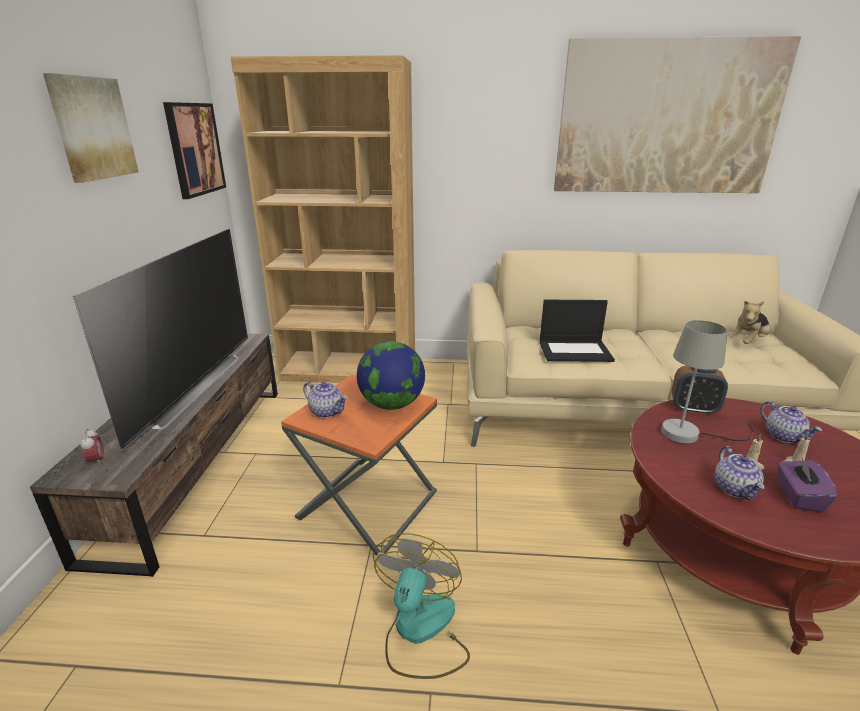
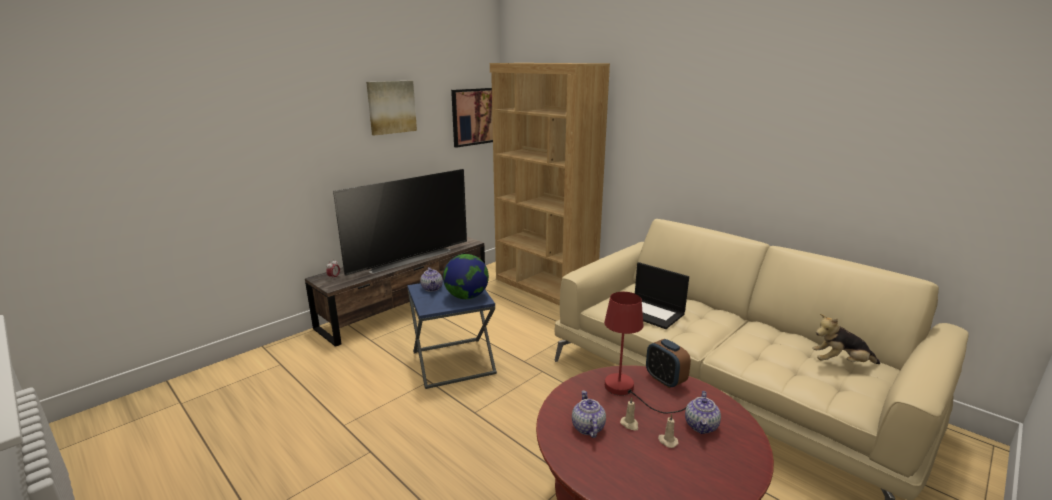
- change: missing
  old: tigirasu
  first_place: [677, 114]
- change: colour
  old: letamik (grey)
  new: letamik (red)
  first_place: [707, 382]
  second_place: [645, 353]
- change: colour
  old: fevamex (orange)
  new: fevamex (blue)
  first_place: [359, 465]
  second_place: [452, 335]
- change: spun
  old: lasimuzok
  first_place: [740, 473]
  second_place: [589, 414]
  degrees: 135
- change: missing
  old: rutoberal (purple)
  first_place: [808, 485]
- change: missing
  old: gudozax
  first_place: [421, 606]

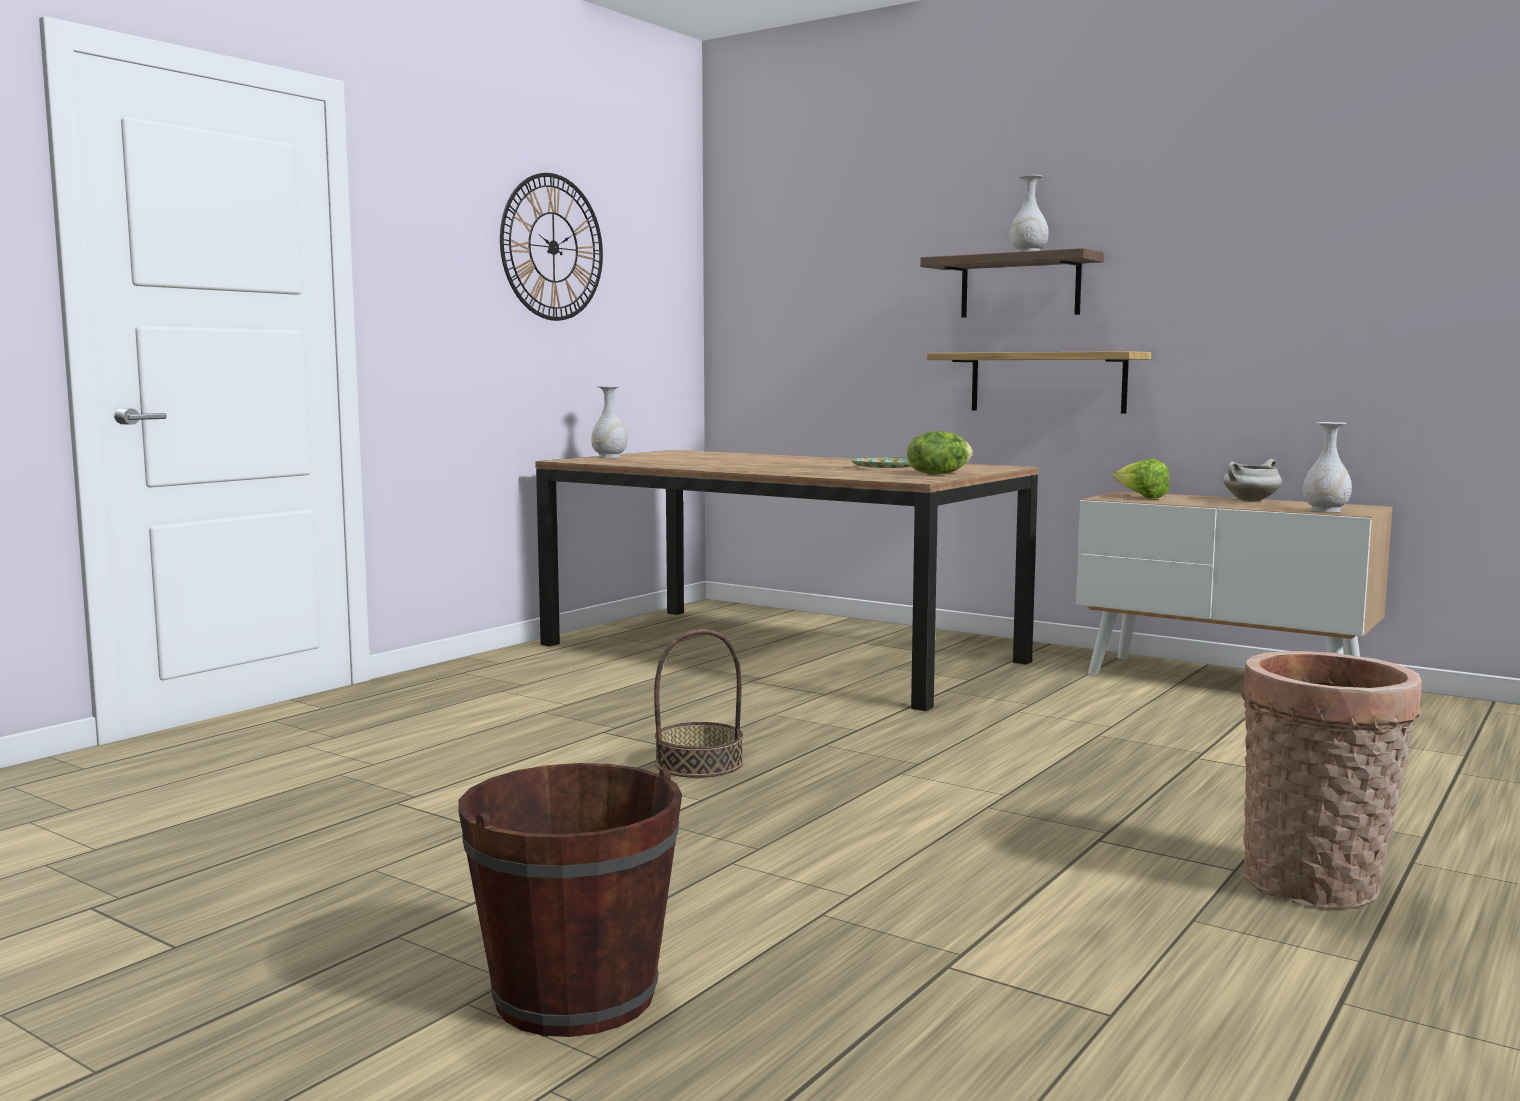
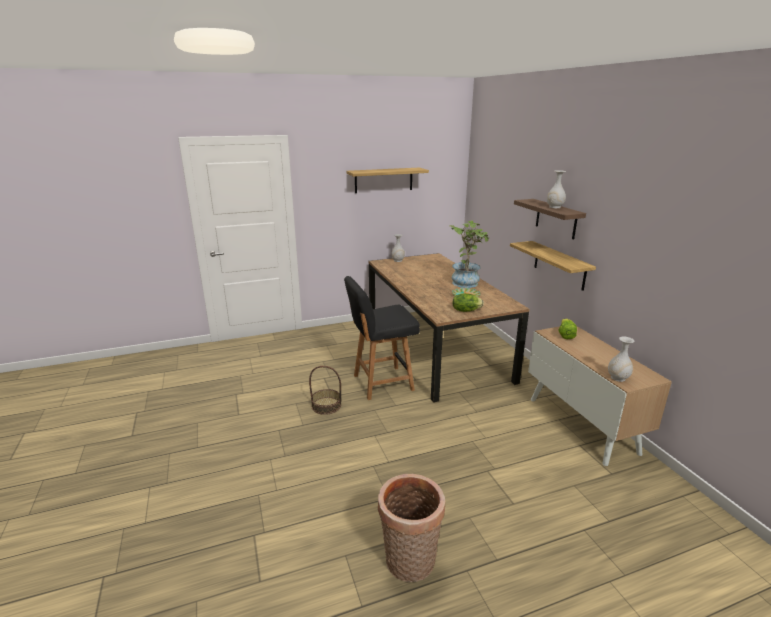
- change: exchanged
  old: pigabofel
  new: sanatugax
  first_place: [551, 247]
  second_place: [387, 180]
- change: missing
  old: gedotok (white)
  first_place: [1252, 480]
- change: missing
  old: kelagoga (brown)
  first_place: [570, 900]
- change: appeared
  new: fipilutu
  second_place: [469, 254]
- change: appeared
  new: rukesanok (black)
  second_place: [382, 338]

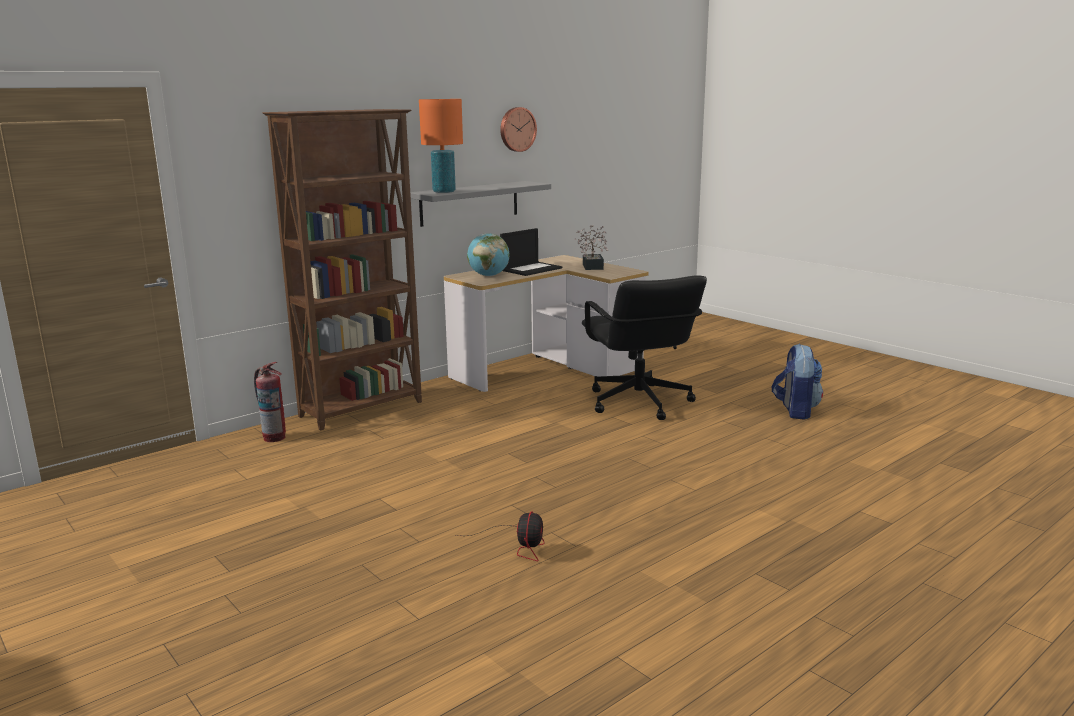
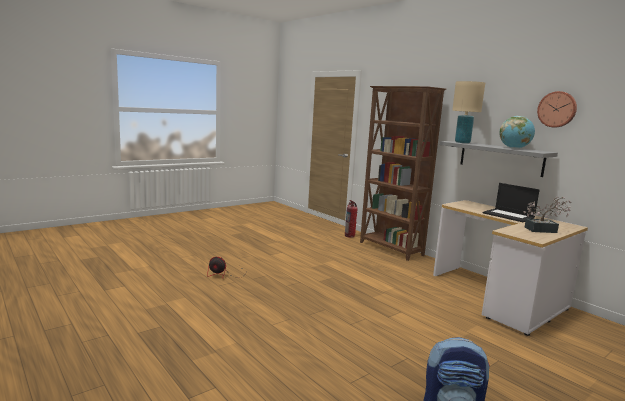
- change: colour
  old: letamik (orange)
  new: letamik (beige)
  first_place: [441, 146]
  second_place: [468, 112]
- change: relocated
  old: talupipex
  first_place: [488, 254]
  second_place: [517, 132]
- change: missing
  old: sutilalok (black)
  first_place: [644, 347]

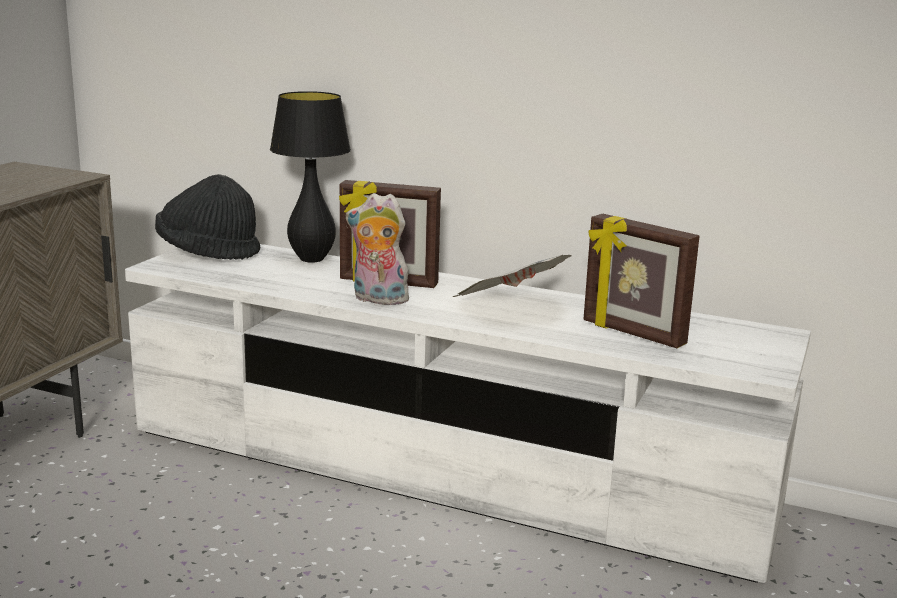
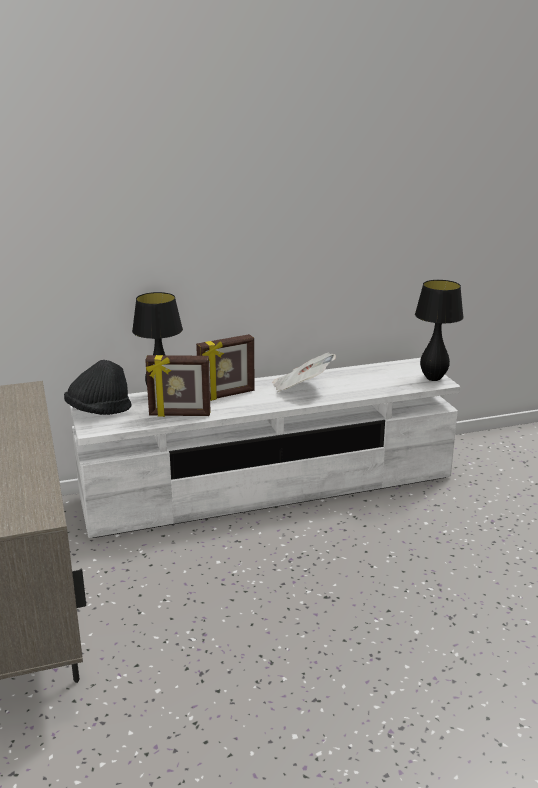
- change: missing
  old: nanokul
  first_place: [379, 249]
- change: relocated
  old: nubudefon
  first_place: [641, 281]
  second_place: [178, 386]
- change: appeared
  new: letamik (black)
  second_place: [439, 330]

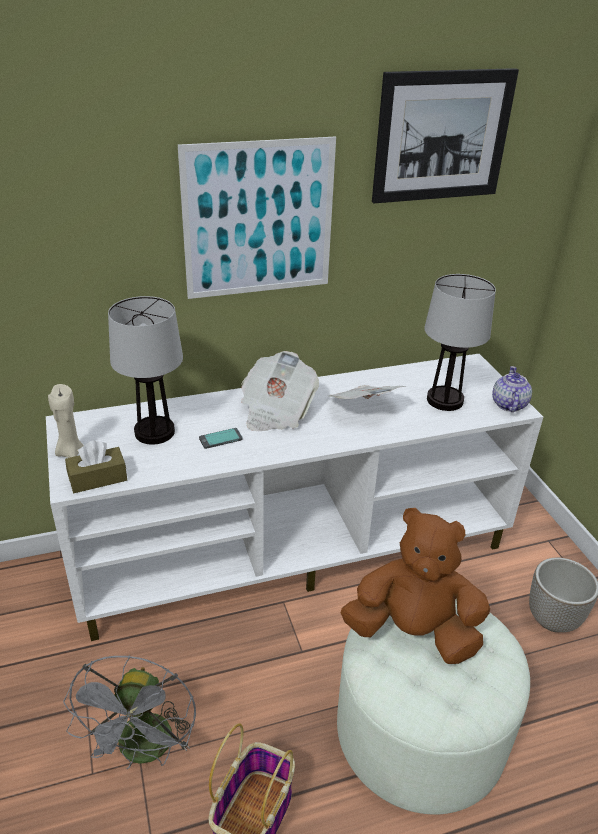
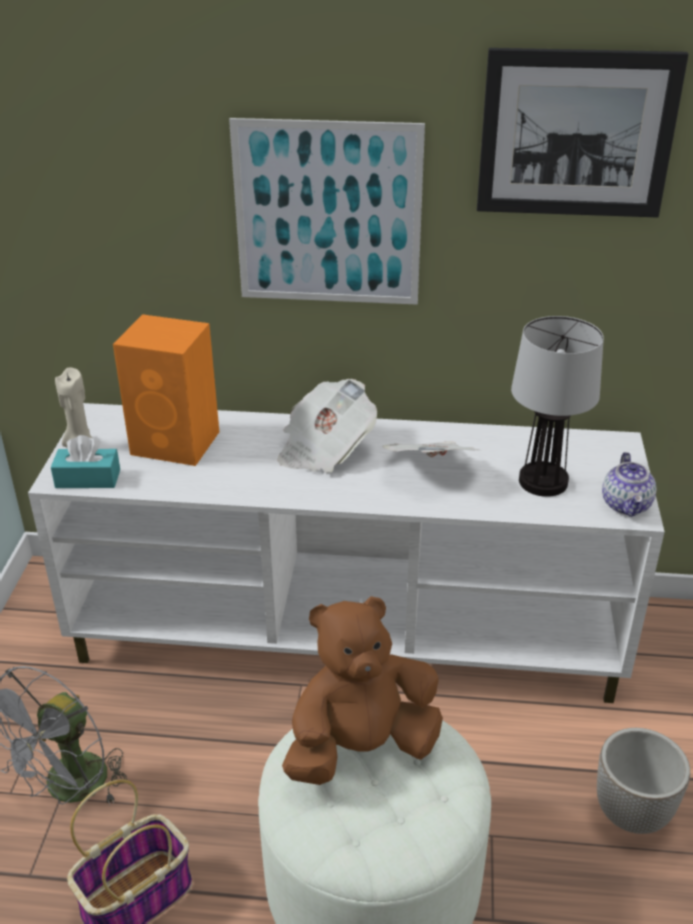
- change: exchanged
  old: letamik
  new: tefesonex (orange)
  first_place: [145, 370]
  second_place: [166, 390]
- change: spun
  old: lasimuzok
  first_place: [512, 389]
  second_place: [629, 484]
  degrees: 150
- change: missing
  old: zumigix
  first_place: [221, 438]
- change: colour
  old: rutoberal (brown)
  new: rutoberal (turquoise)
  first_place: [96, 467]
  second_place: [85, 461]
- change: spun
  old: nanokul (brown)
  first_place: [415, 586]
  second_place: [362, 690]
  degrees: -60

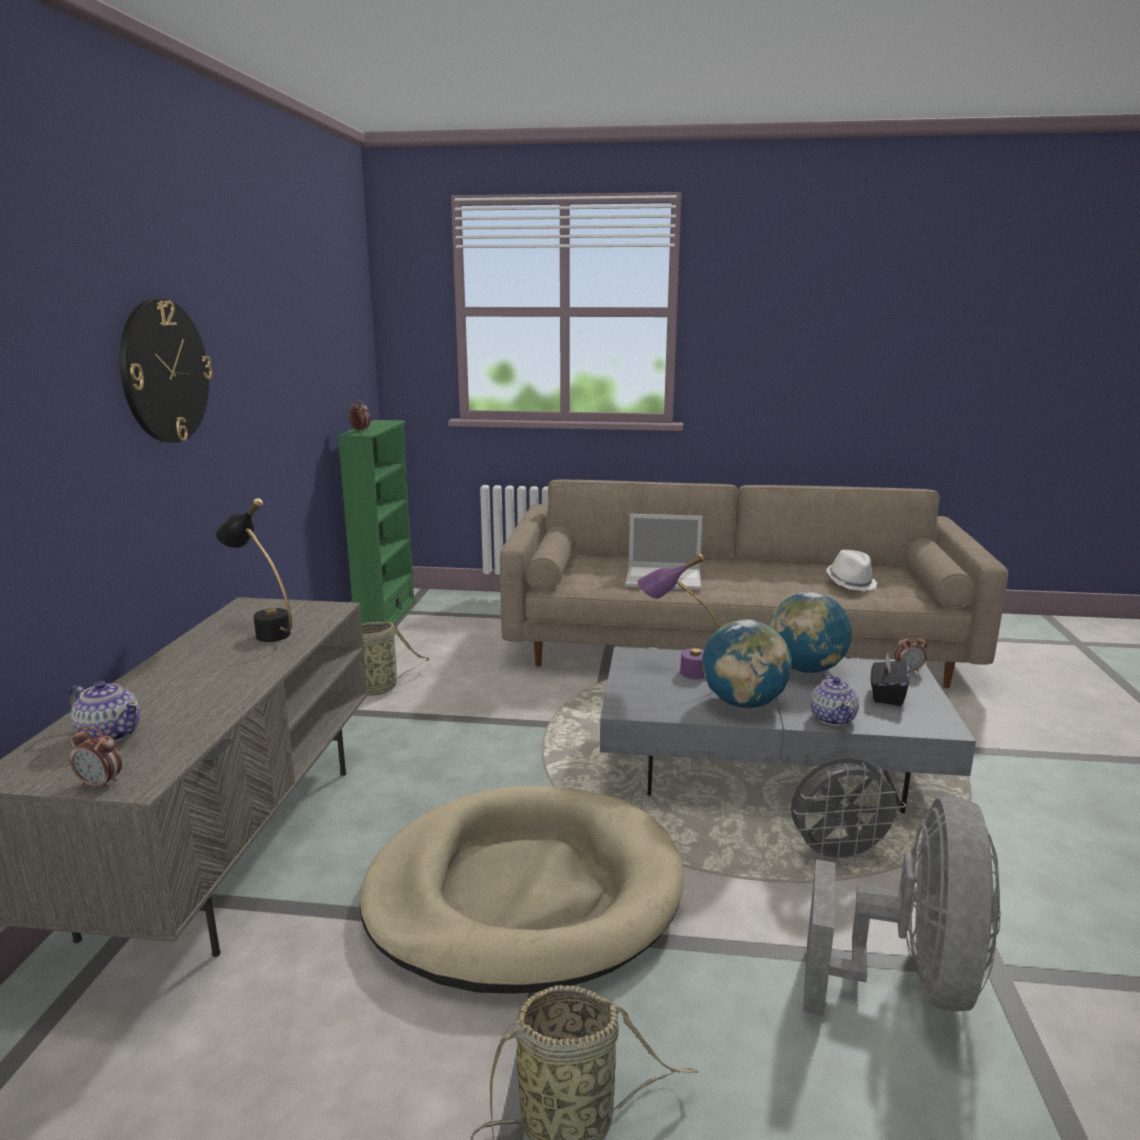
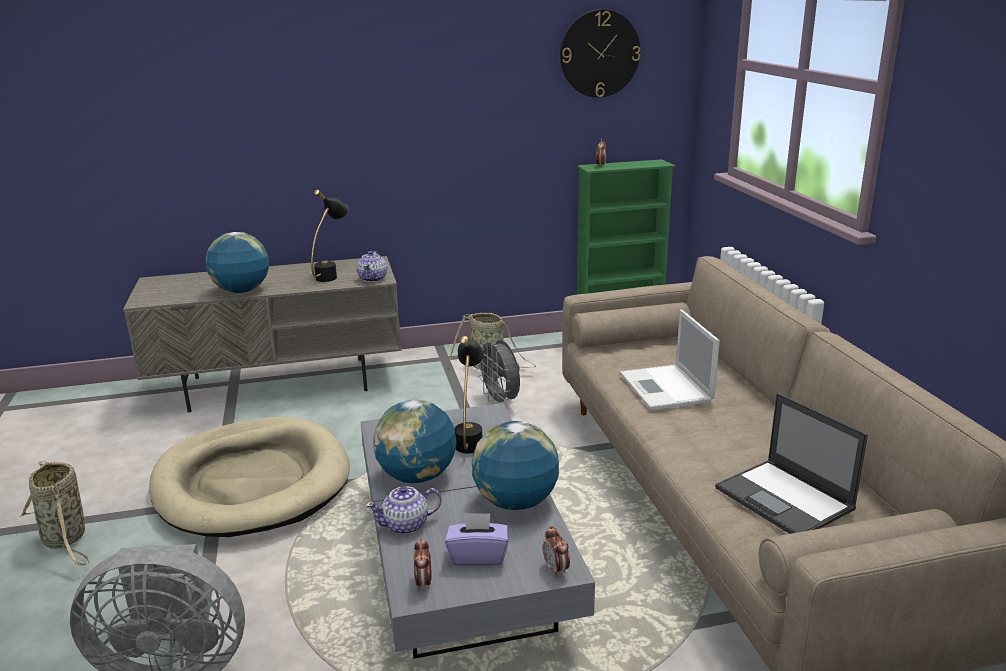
- change: relocated
  old: pigabofel
  first_place: [166, 370]
  second_place: [600, 54]
- change: exchanged
  old: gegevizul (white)
  new: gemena
  first_place: [851, 570]
  second_place: [791, 463]
- change: colour
  old: letamik (purple)
  new: letamik (black)
  first_place: [679, 616]
  second_place: [469, 395]
- change: colour
  old: rutoberal (black)
  new: rutoberal (purple)
  first_place: [890, 679]
  second_place: [476, 539]
- change: relocated
  old: lasimuzok
  first_place: [104, 711]
  second_place: [372, 266]
- change: relocated
  old: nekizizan
  first_place: [96, 758]
  second_place: [423, 564]
- change: relocated
  old: gudozax (grey)
  first_place: [848, 812]
  second_place: [498, 372]
- change: appeared
  new: talupipex
  second_place: [237, 262]

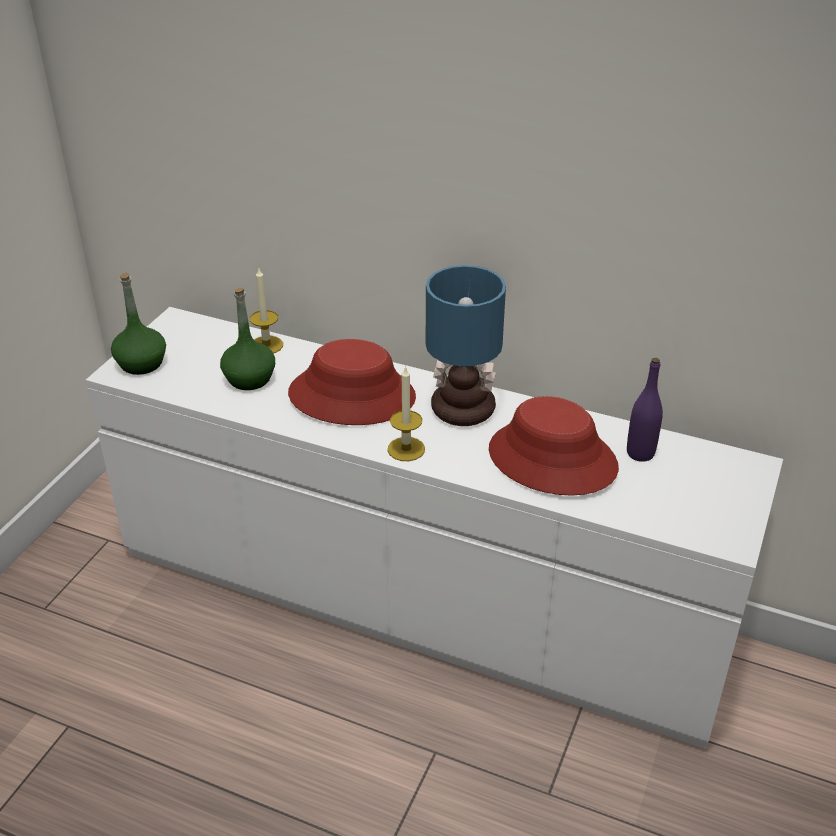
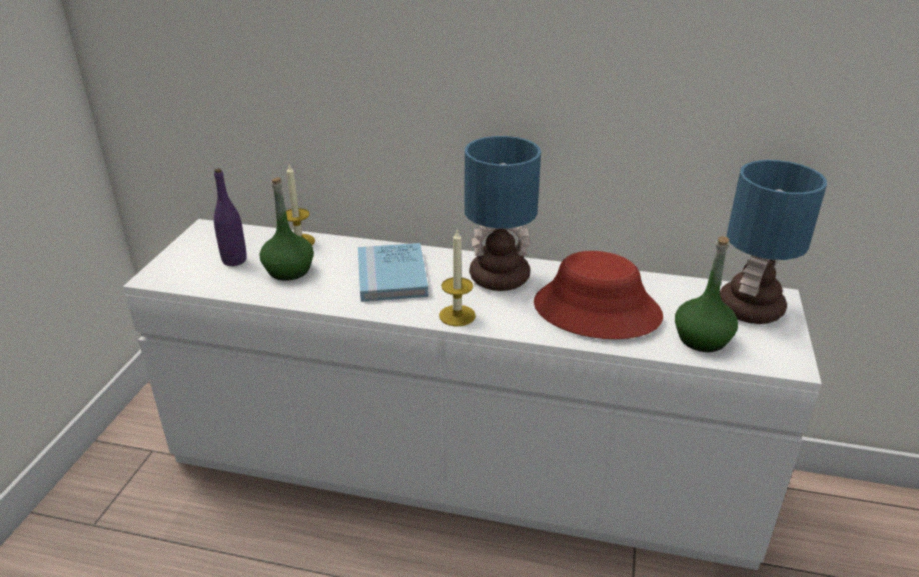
- change: relocated
  old: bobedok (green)
  first_place: [138, 324]
  second_place: [706, 294]
- change: exchanged
  old: gegevizul (red)
  new: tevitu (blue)
  first_place: [352, 382]
  second_place: [393, 272]
- change: relocated
  old: bobedok (purple)
  first_place: [645, 410]
  second_place: [230, 217]
- change: appeared
  new: letamik
  second_place: [773, 242]

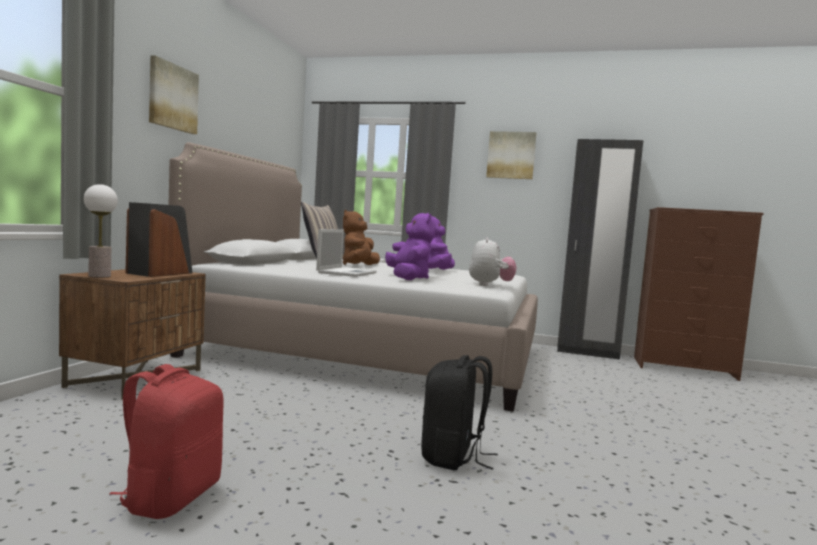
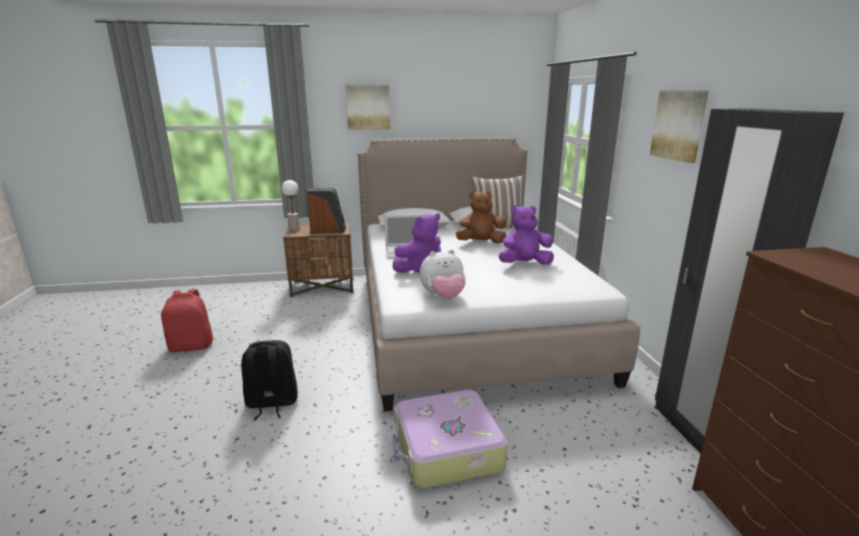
- change: appeared
  new: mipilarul
  second_place: [450, 439]

